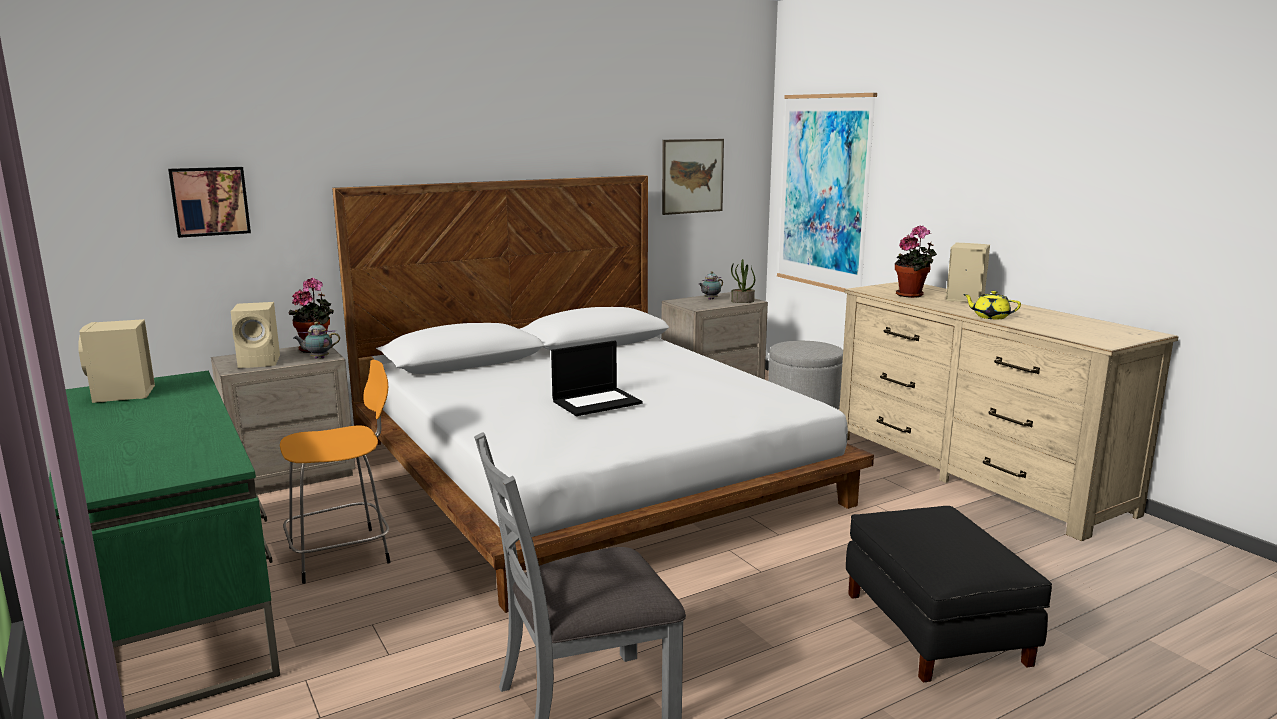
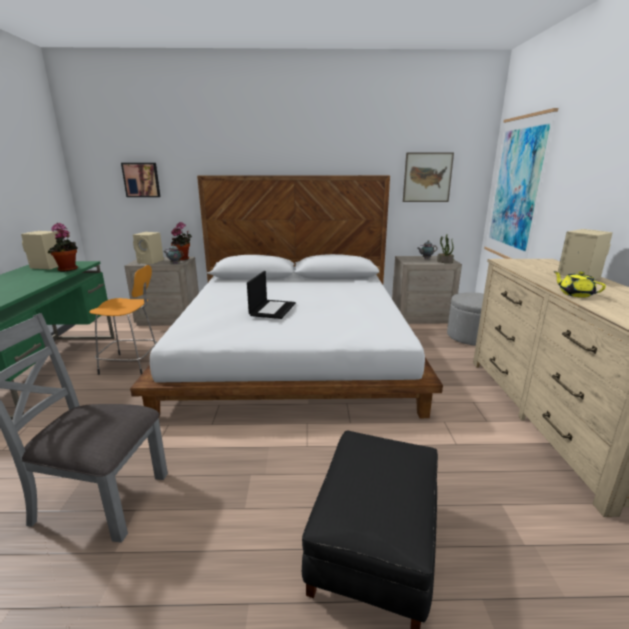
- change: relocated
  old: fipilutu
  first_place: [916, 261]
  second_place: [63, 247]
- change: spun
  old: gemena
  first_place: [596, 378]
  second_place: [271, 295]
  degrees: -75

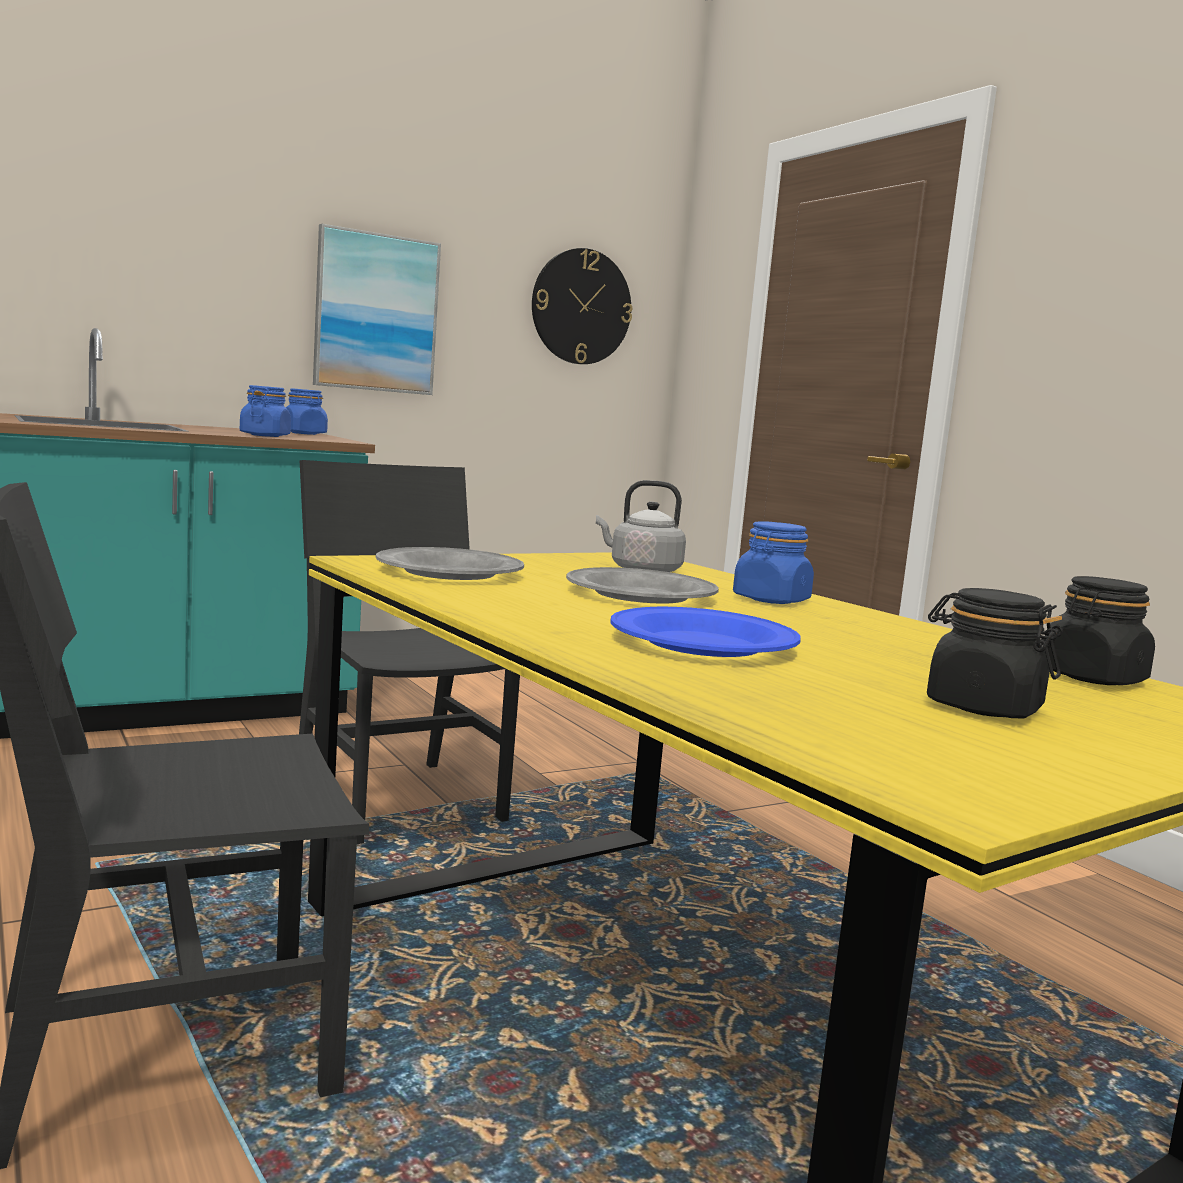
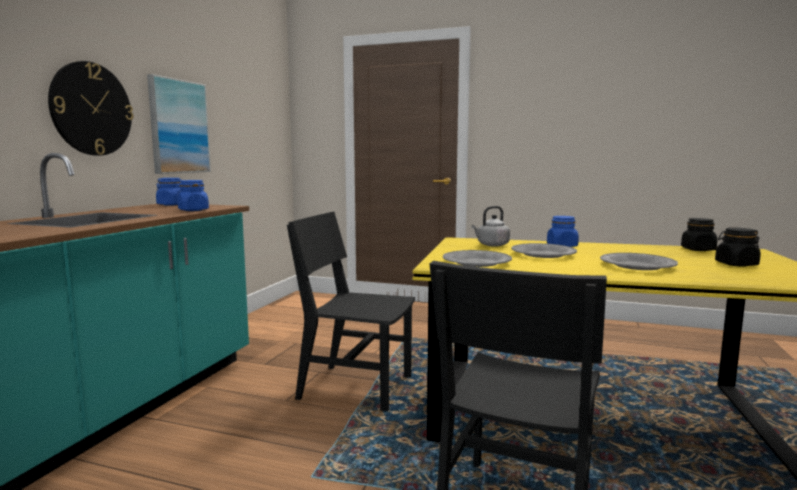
- change: relocated
  old: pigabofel
  first_place: [582, 306]
  second_place: [90, 108]
- change: colour
  old: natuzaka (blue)
  new: natuzaka (grey)
  first_place: [705, 632]
  second_place: [639, 261]

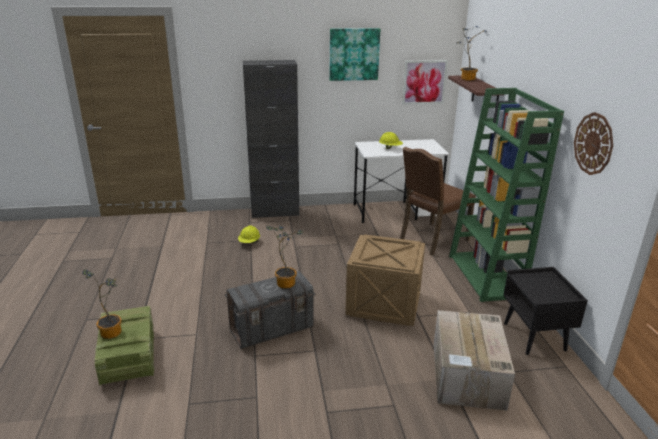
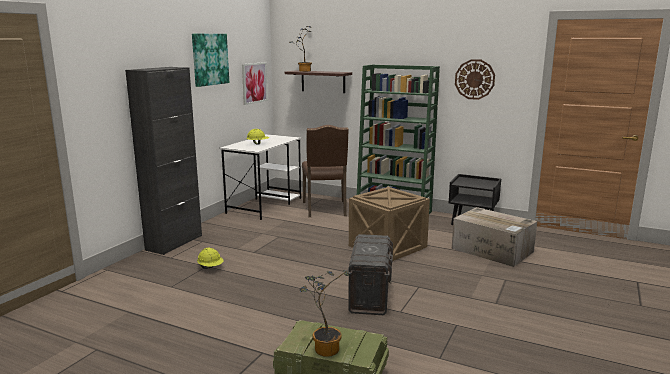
- change: missing
  old: fipilutu
  first_place: [284, 257]

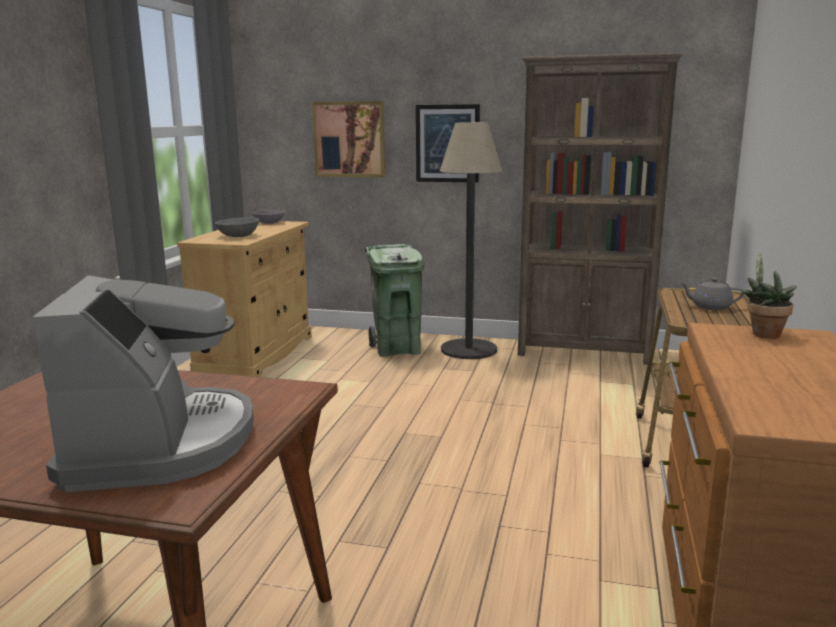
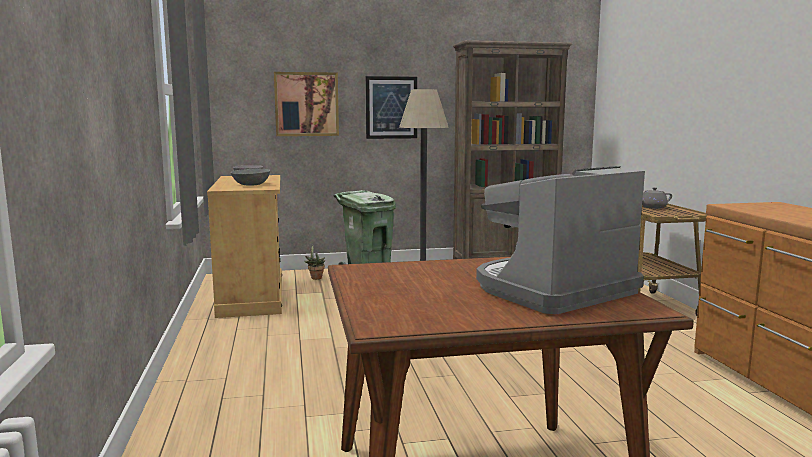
- change: relocated
  old: fipilutu
  first_place: [768, 295]
  second_place: [314, 262]
- change: spun
  old: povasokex
  first_place: [143, 383]
  second_place: [560, 240]
  degrees: -90

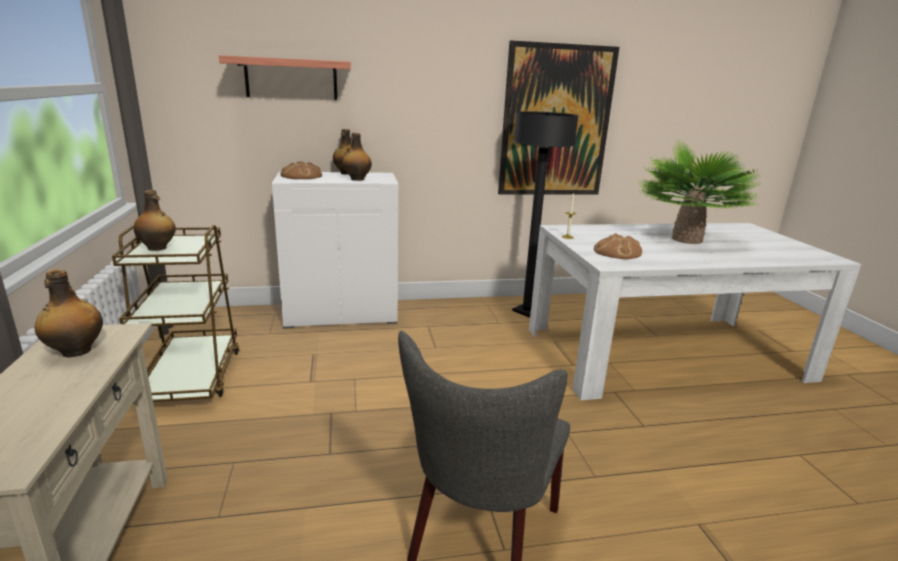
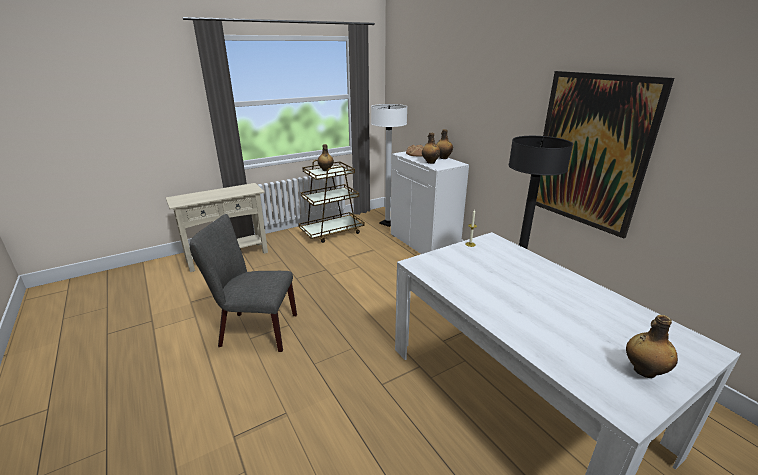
- change: missing
  old: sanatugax
  first_place: [285, 77]
- change: missing
  old: fipilutu
  first_place: [699, 192]
- change: missing
  old: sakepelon
  first_place: [618, 246]
- change: relocated
  old: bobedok
  first_place: [69, 313]
  second_place: [652, 346]
- change: appeared
  new: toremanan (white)
  second_place: [389, 165]

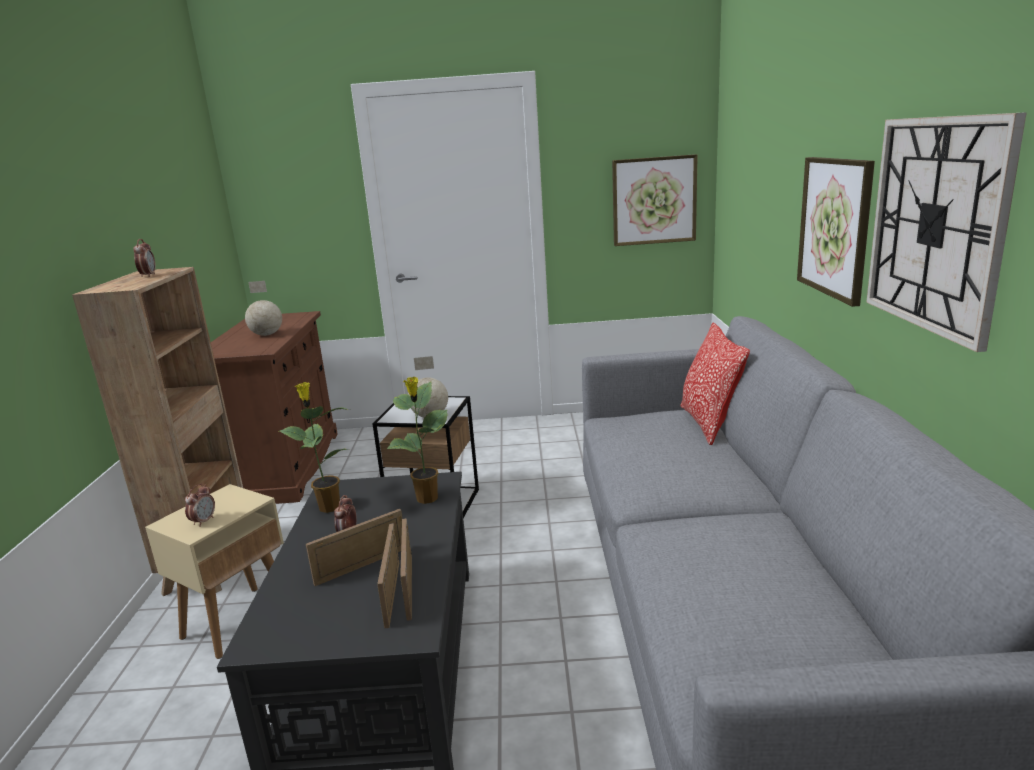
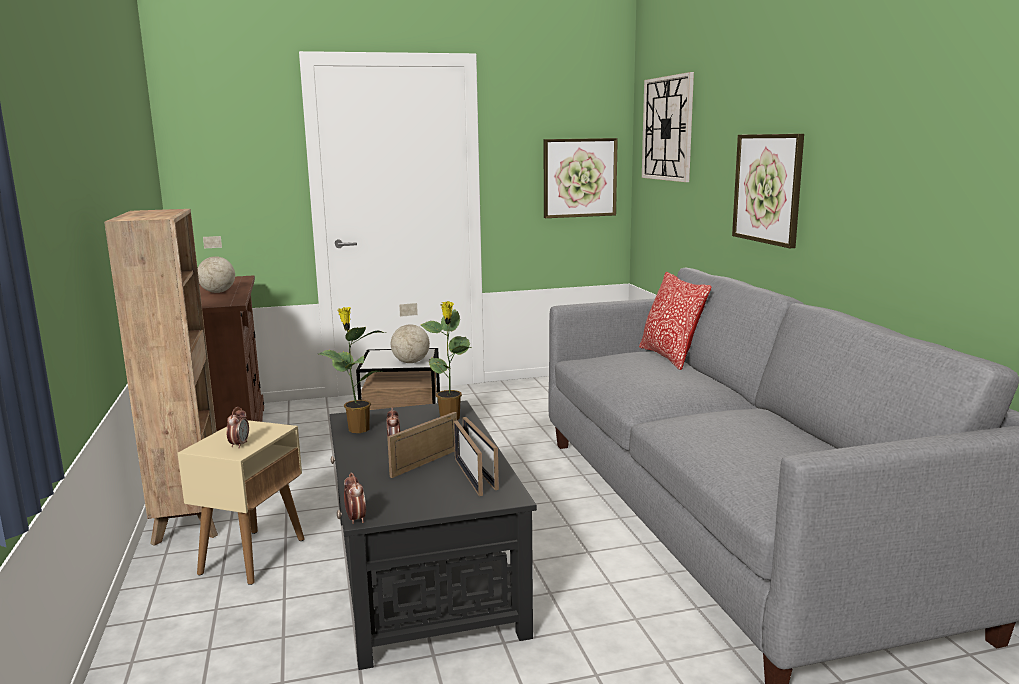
- change: relocated
  old: pigabofel
  first_place: [946, 232]
  second_place: [668, 127]
- change: relocated
  old: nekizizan
  first_place: [144, 258]
  second_place: [355, 498]

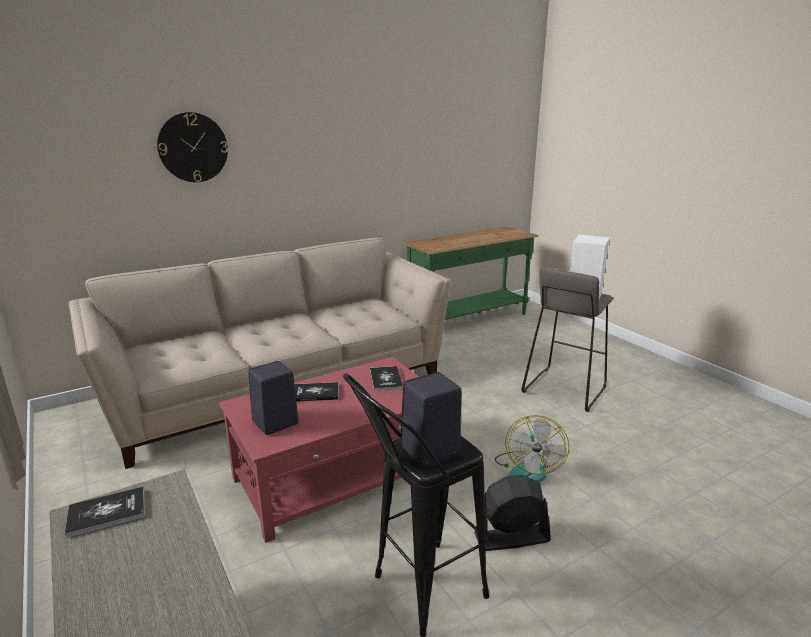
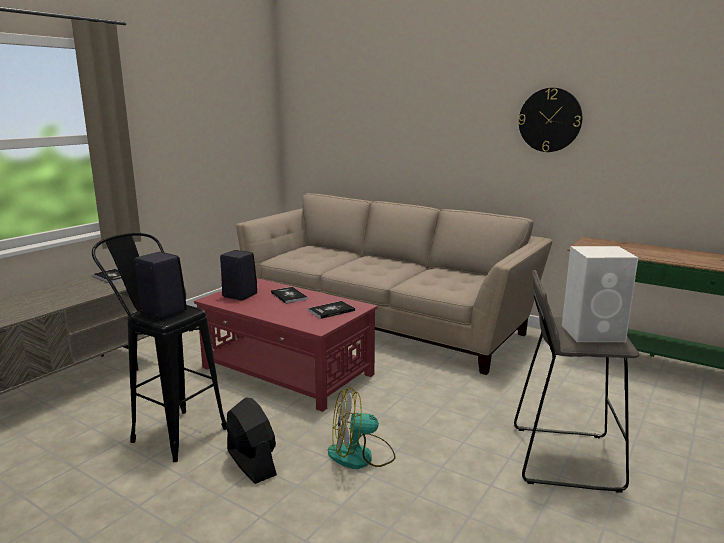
- change: relocated
  old: pigabofel
  first_place: [192, 147]
  second_place: [550, 120]

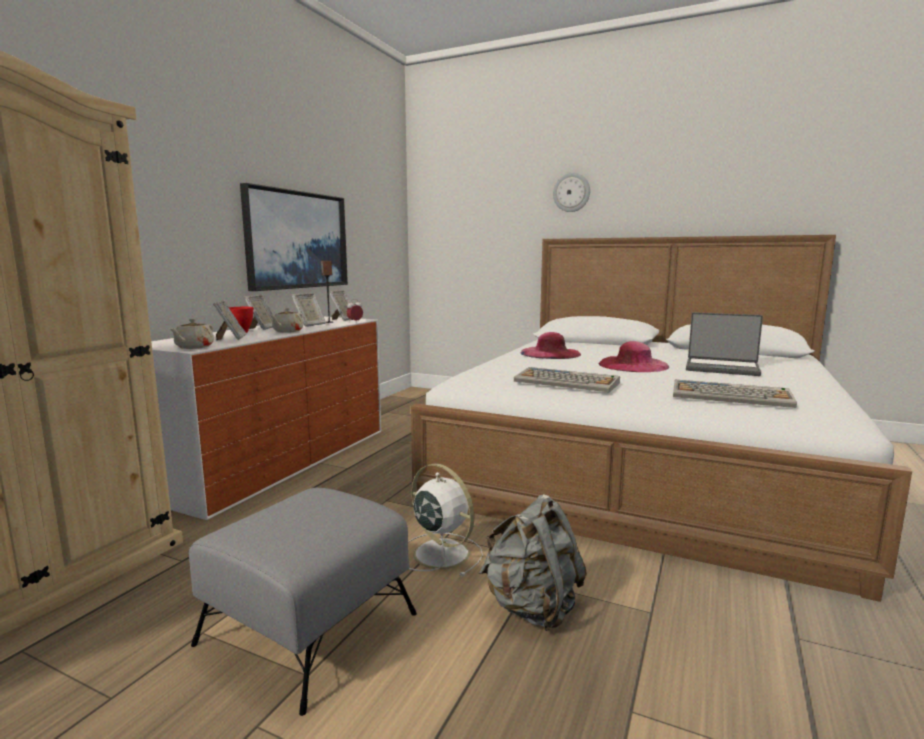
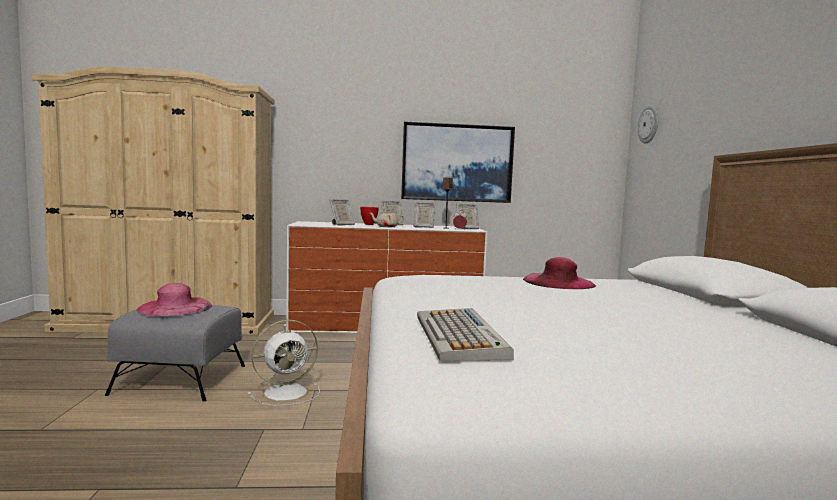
- change: relocated
  old: pigabofel
  first_place: [571, 192]
  second_place: [648, 124]
- change: missing
  old: gemena
  first_place: [724, 344]
- change: missing
  old: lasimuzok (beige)
  first_place: [192, 334]
- change: relocated
  old: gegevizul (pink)
  first_place: [633, 356]
  second_place: [174, 299]
- change: missing
  old: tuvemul
  first_place: [567, 379]
- change: spun
  old: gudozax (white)
  first_place: [445, 520]
  second_place: [284, 363]
  degrees: 45
- change: missing
  old: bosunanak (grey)
  first_place: [533, 562]

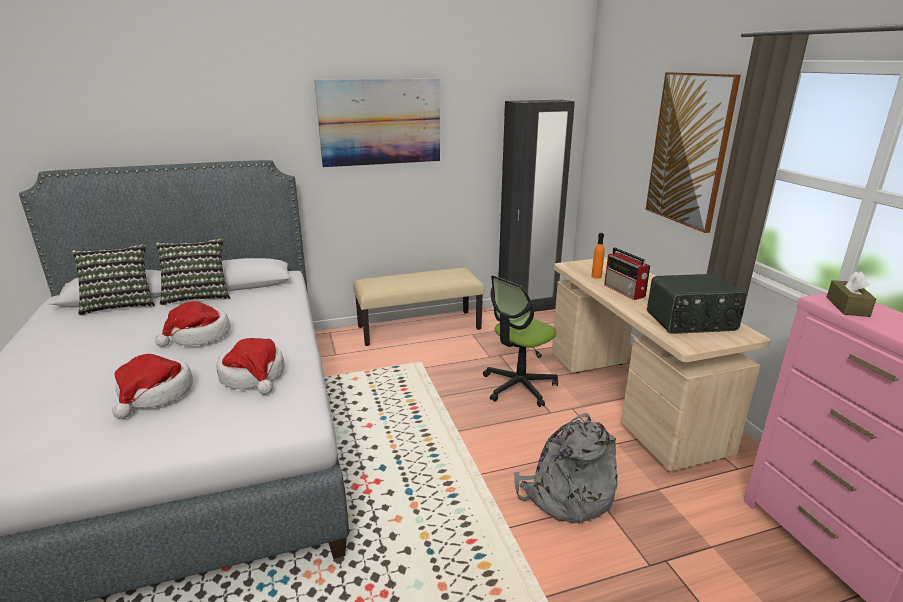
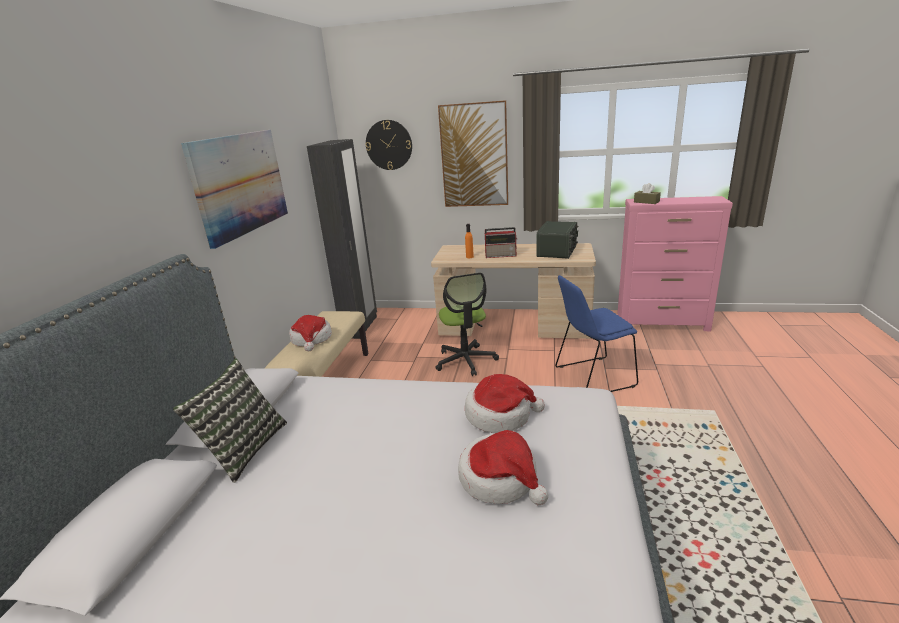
- change: missing
  old: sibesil
  first_place: [113, 279]
- change: relocated
  old: gegevizul
  first_place: [193, 324]
  second_place: [310, 333]
- change: exchanged
  old: bosunanak (grey)
  new: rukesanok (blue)
  first_place: [566, 468]
  second_place: [596, 333]
- change: appeared
  new: pigabofel
  second_place: [388, 145]

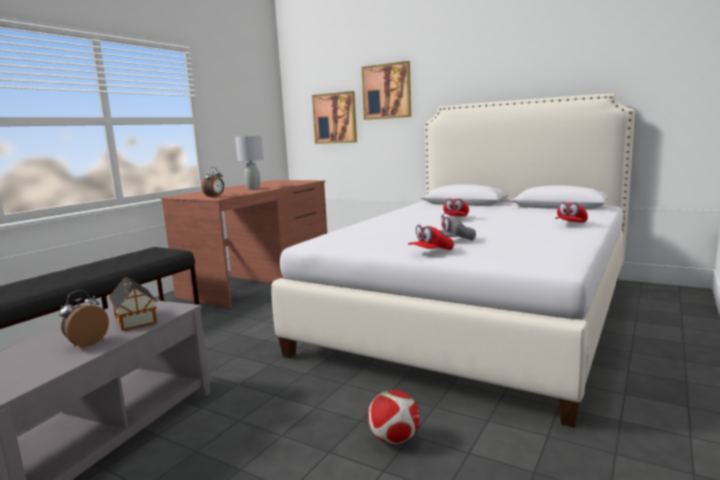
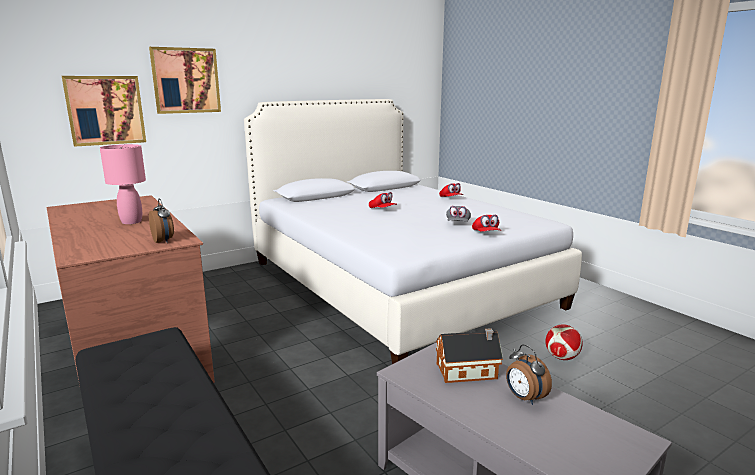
- change: colour
  old: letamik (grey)
  new: letamik (pink)
  first_place: [249, 163]
  second_place: [123, 184]

